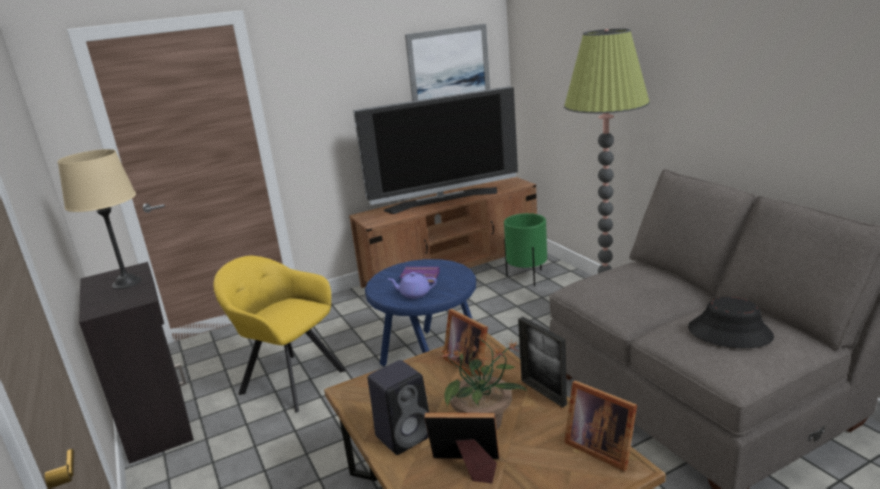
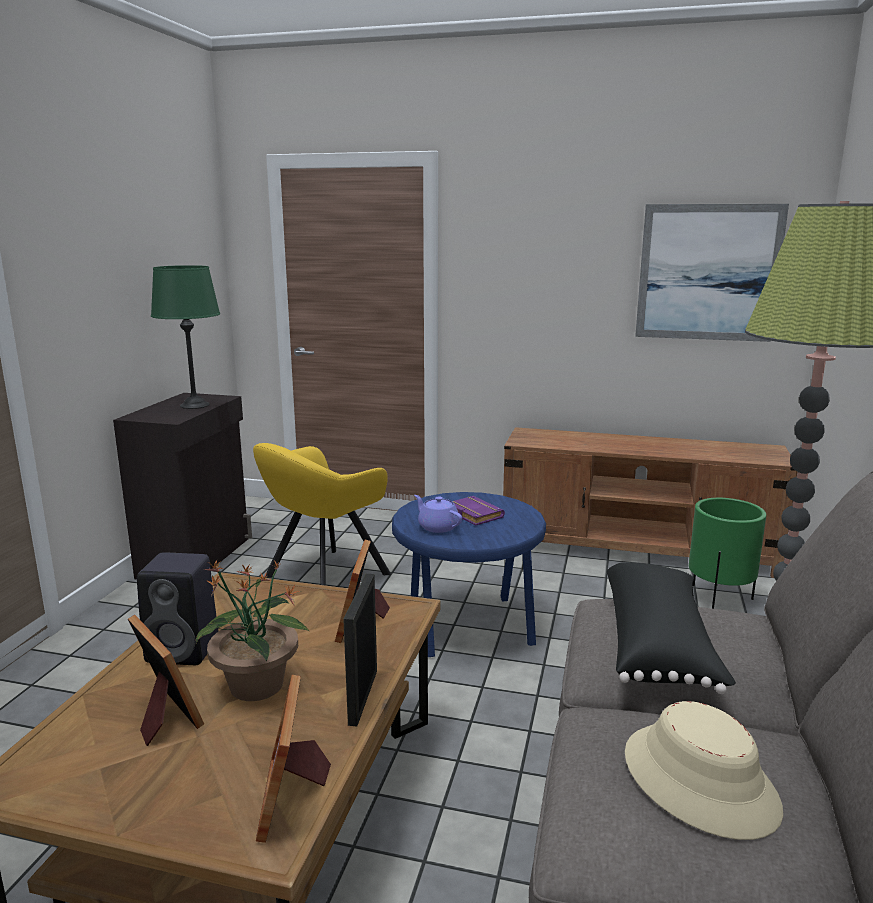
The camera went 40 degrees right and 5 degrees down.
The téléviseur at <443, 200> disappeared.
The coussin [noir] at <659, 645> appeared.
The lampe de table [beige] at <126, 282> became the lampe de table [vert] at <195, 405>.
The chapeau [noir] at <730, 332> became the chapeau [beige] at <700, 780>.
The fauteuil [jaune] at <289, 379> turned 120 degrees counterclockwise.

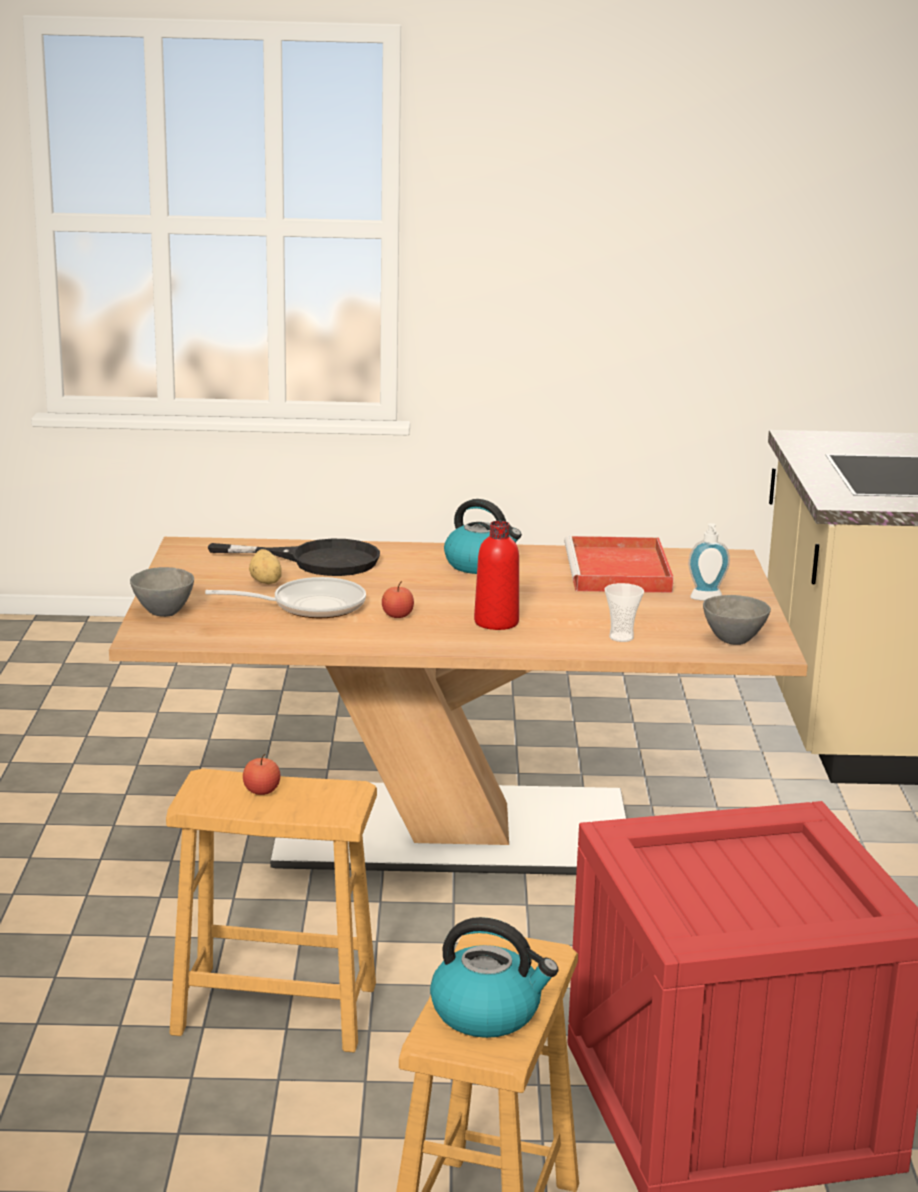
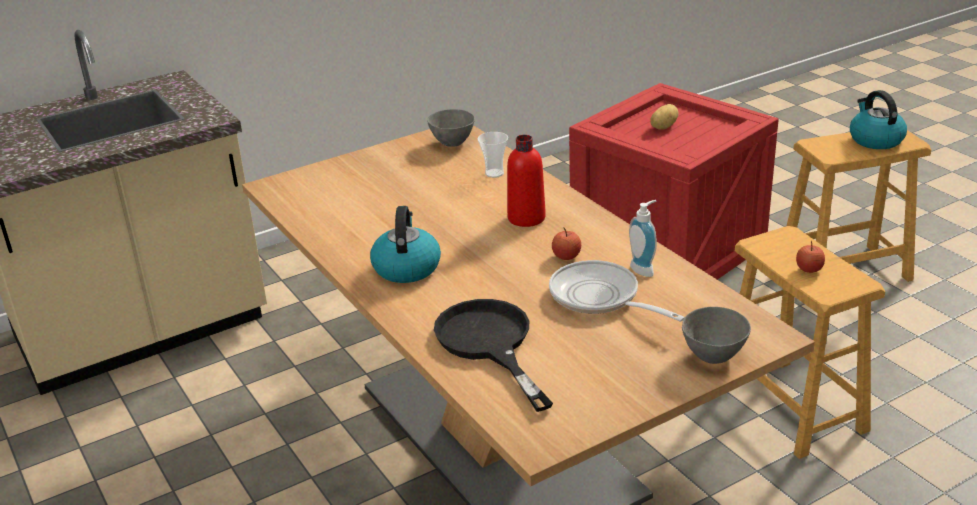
The camera went 120 degrees left and 10 degrees up.
The plateau [rouge] at <619, 572> disappeared.
The pomme de terre moved from <266, 581> to <662, 127>.
The distributeur de savon moved from <706, 599> to <644, 269>.

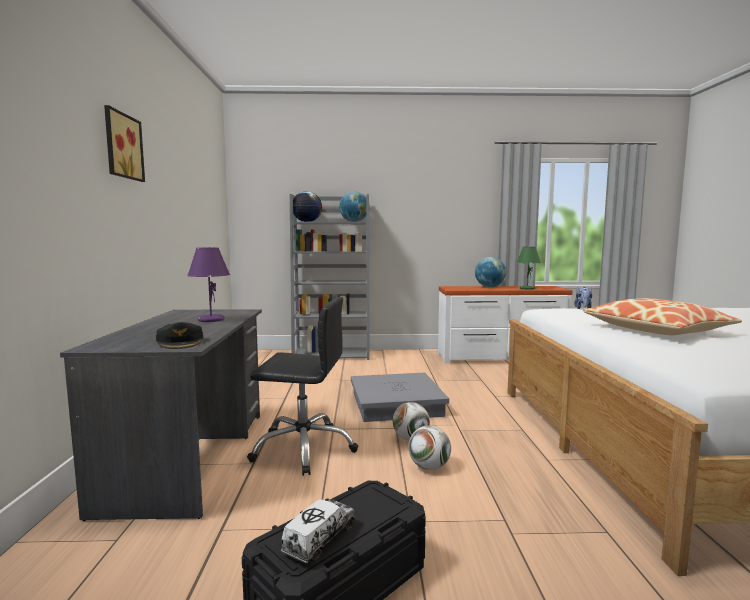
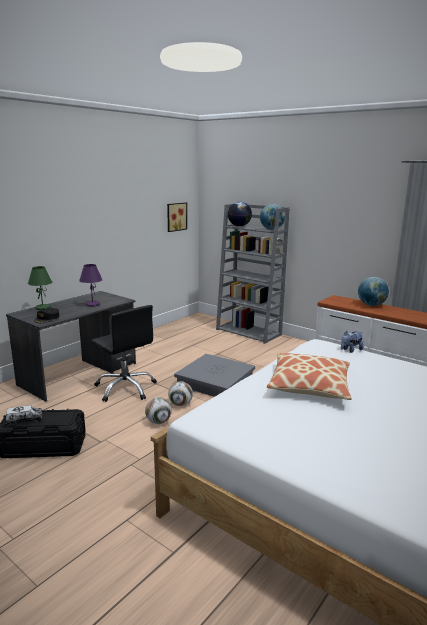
The camera went 40 degrees right and 10 degrees up.
The tableau moved from <121, 146> to <176, 216>.
The lampe de table [vert] moved from <527, 288> to <42, 308>.

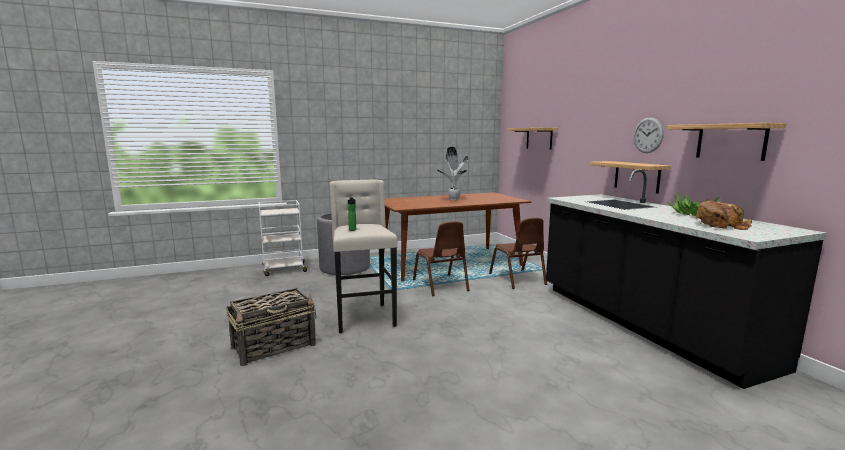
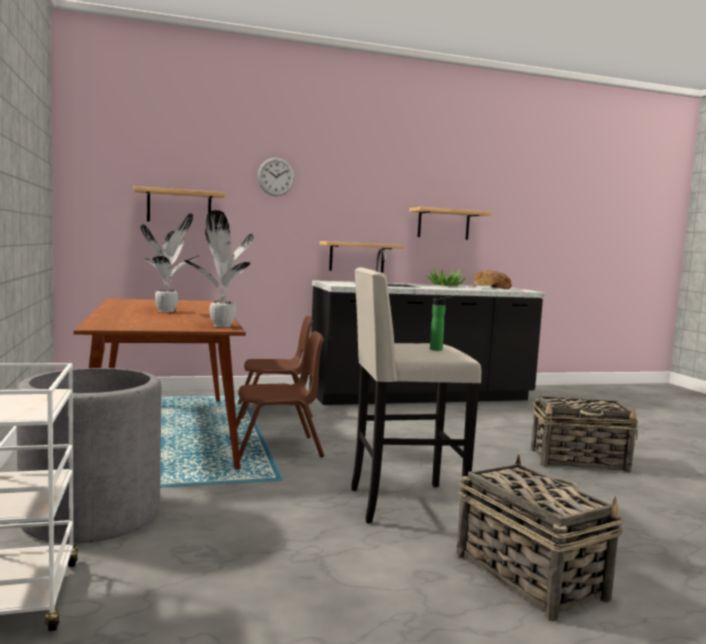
The camera went 85 degrees left and 5 degrees down.
The plante en pot at <221, 326> appeared.
The panier at <580, 461> appeared.
The horloge murale moved from <648, 135> to <276, 177>.

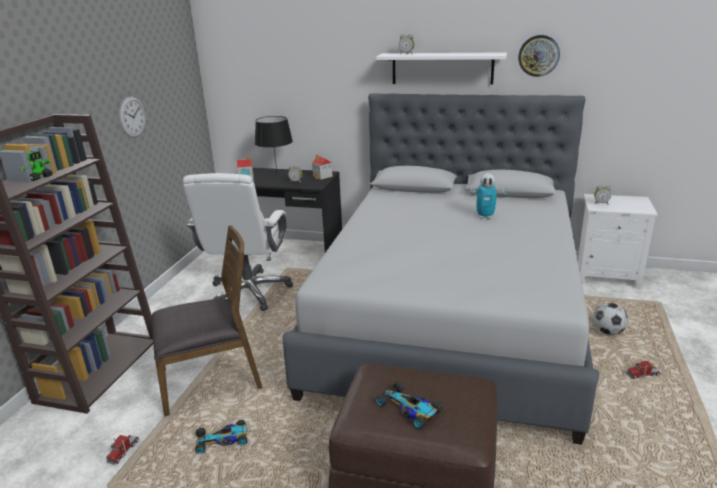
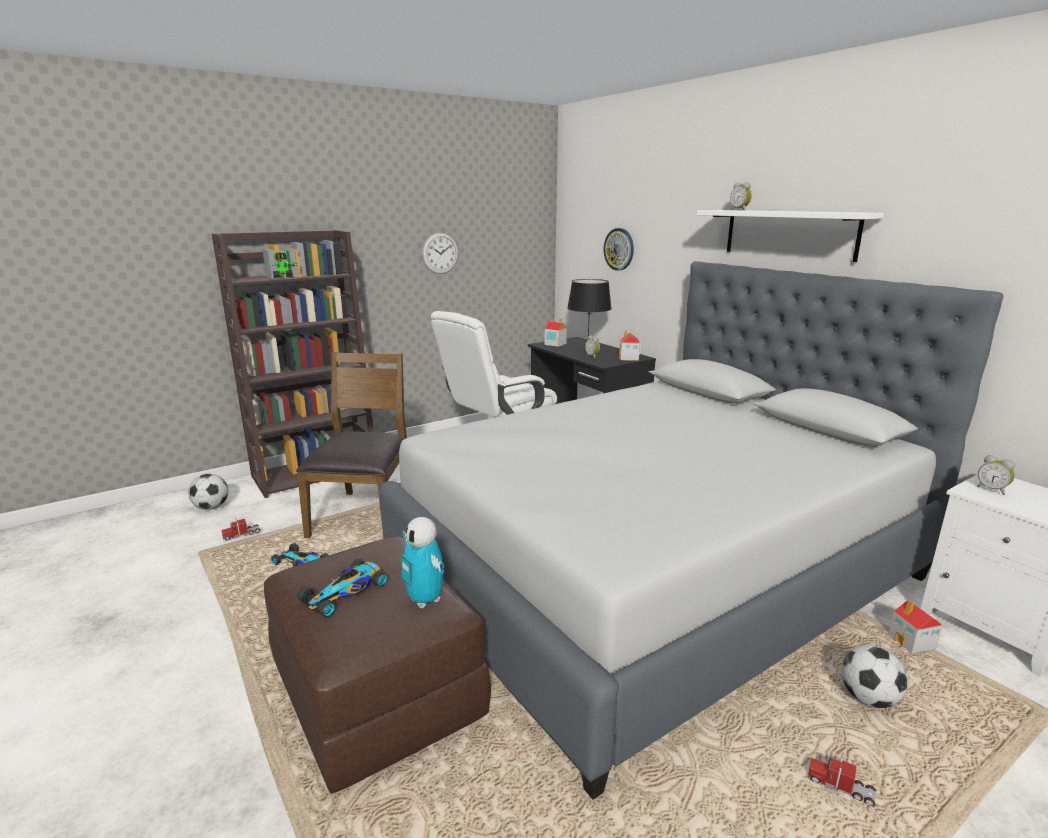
The camera went 40 degrees right and 5 degrees down.
The ballon de foot at <211, 507> appeared.
The maison miniature at <911, 642> appeared.
The robot jouet moved from <485, 216> to <425, 600>.
The horloge murale moved from <538, 55> to <619, 249>.
The chaise [marron] at <211, 380> turned 105 degrees counterclockwise.
The petite voiture at <409, 409> turned 135 degrees counterclockwise.

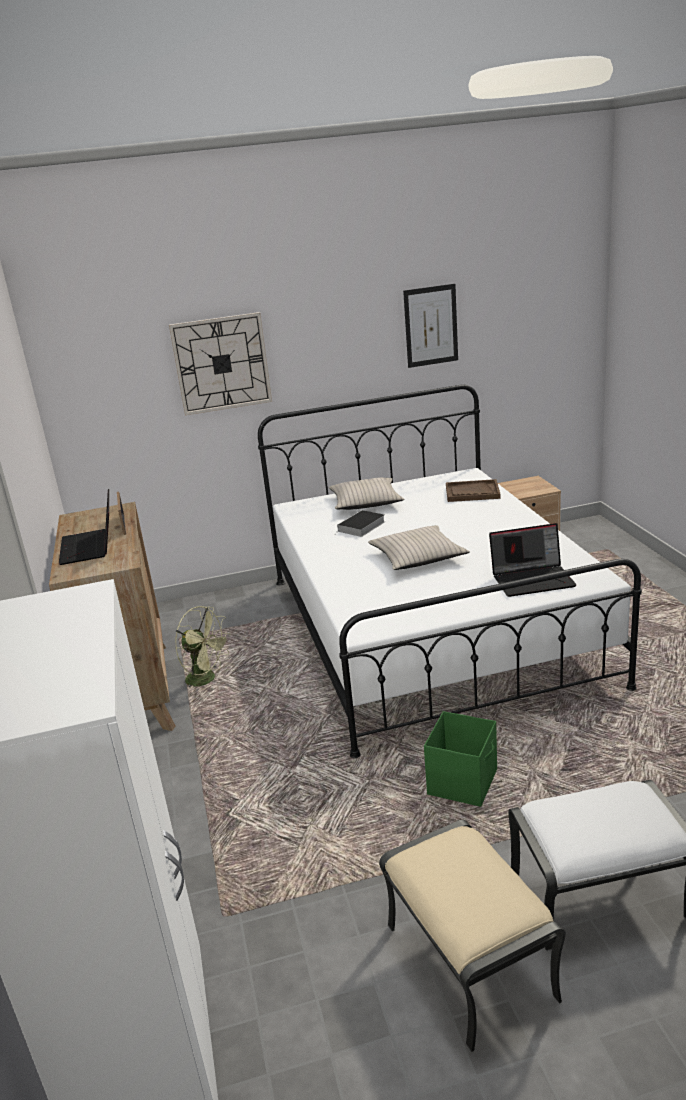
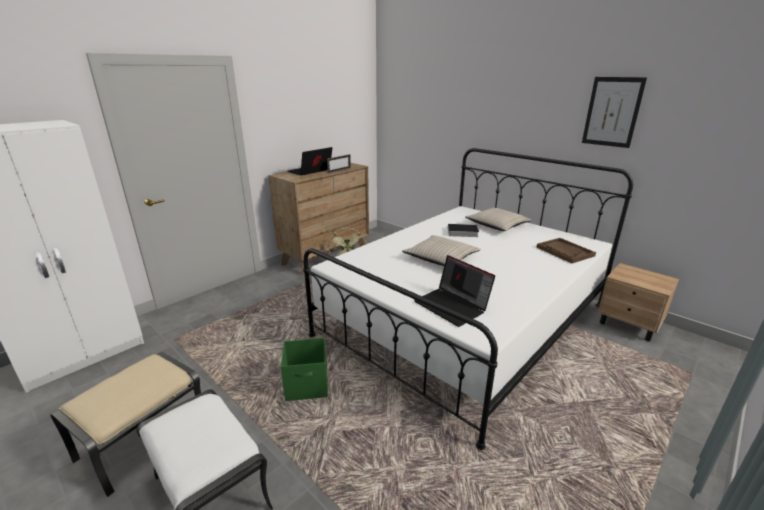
The camera went 55 degrees right and 0 degrees up.
The horloge murale at <221, 363> disappeared.

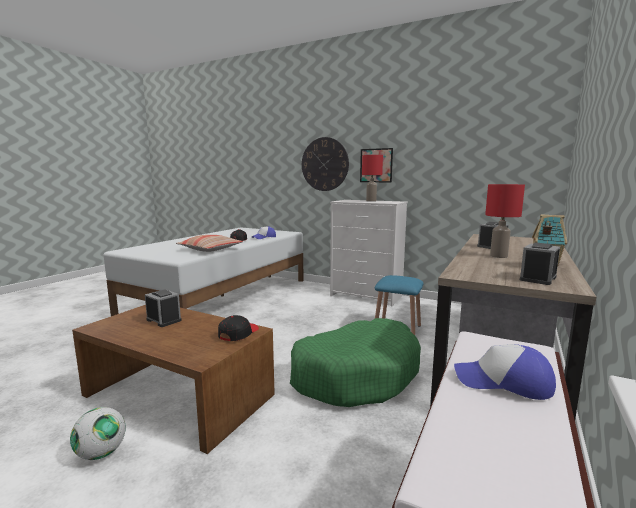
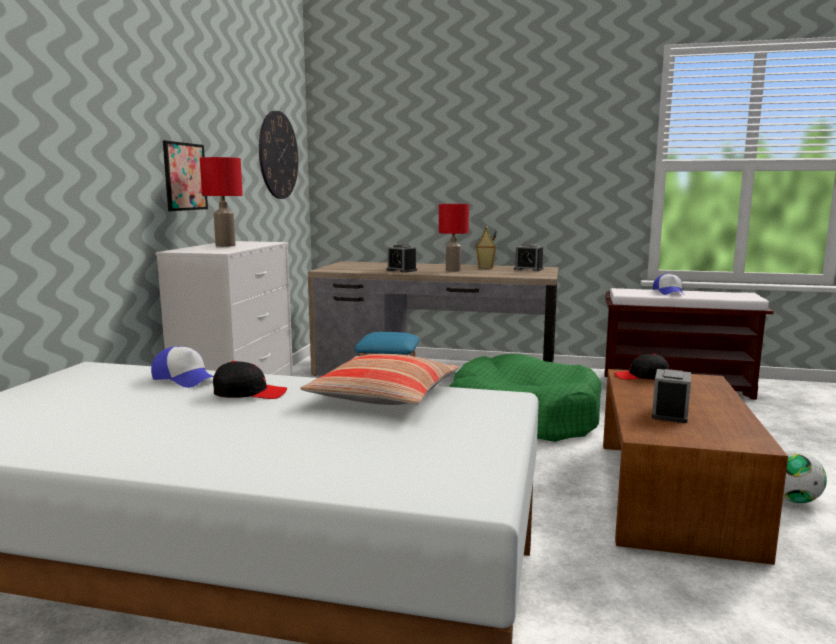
The camera went 105 degrees left and 0 degrees up.
The horloge murale moved from <324, 164> to <278, 155>.

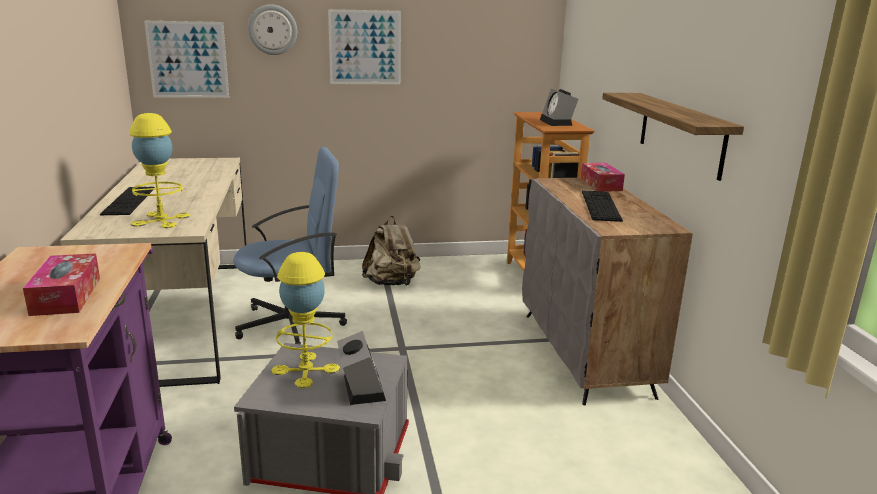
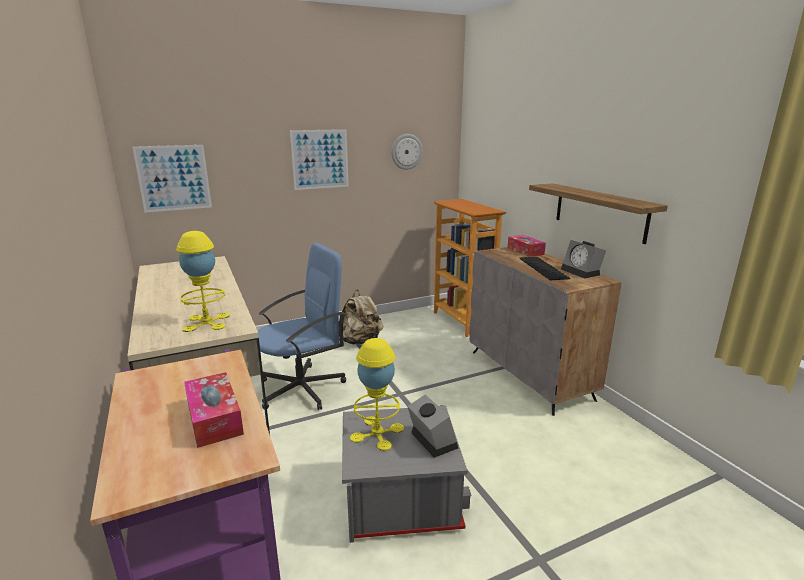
The camera went 15 degrees left and 0 degrees up.
The clavier at <129, 201> disappeared.
The horloge murale moved from <272, 29> to <406, 151>.
The réveil moved from <558, 122> to <582, 272>.

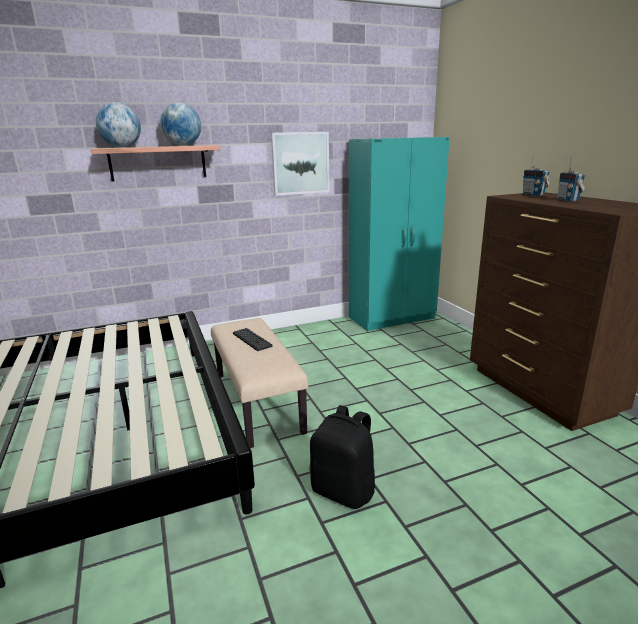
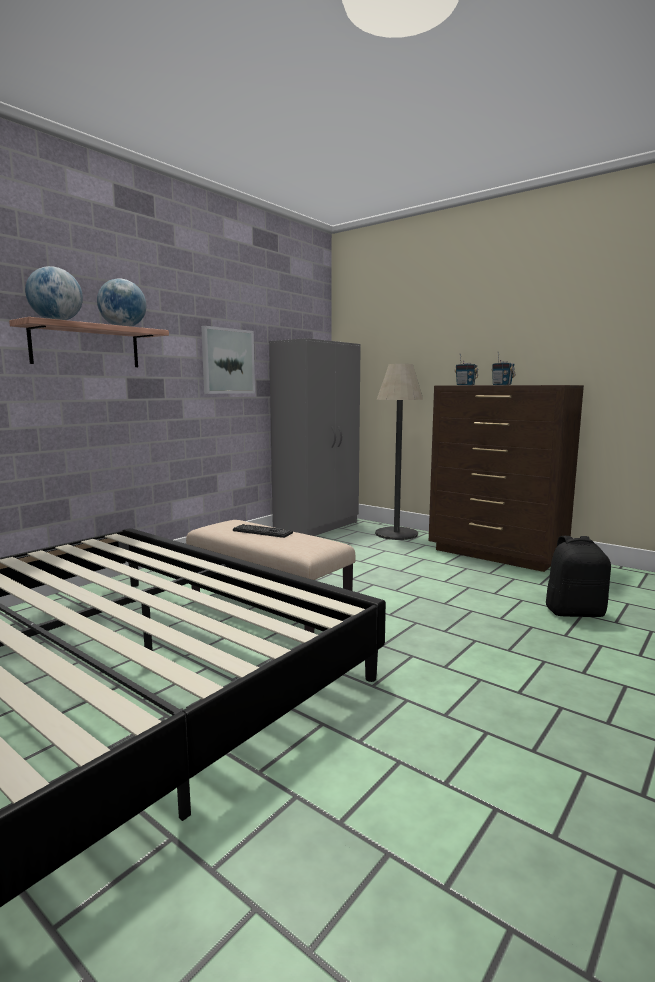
The camera went 30 degrees left and 10 degrees down.
The lampadaire at <396, 534> appeared.
The sac à dos [noir] moved from <344, 491> to <575, 612>.
The armoire [turquoise] at <392, 318> became the armoire [gris] at <318, 526>.

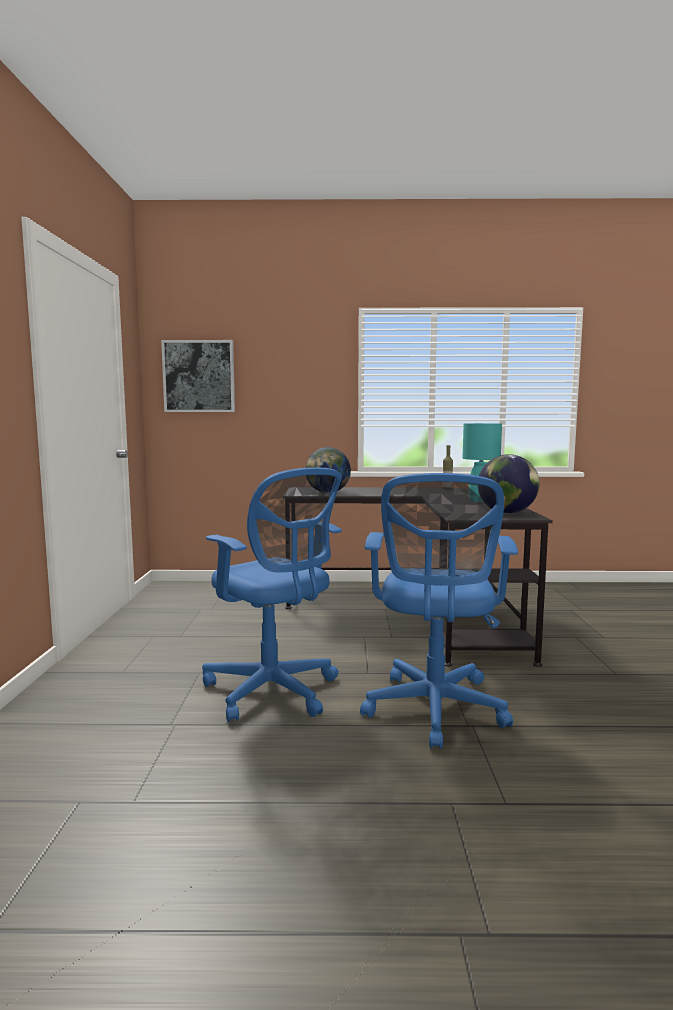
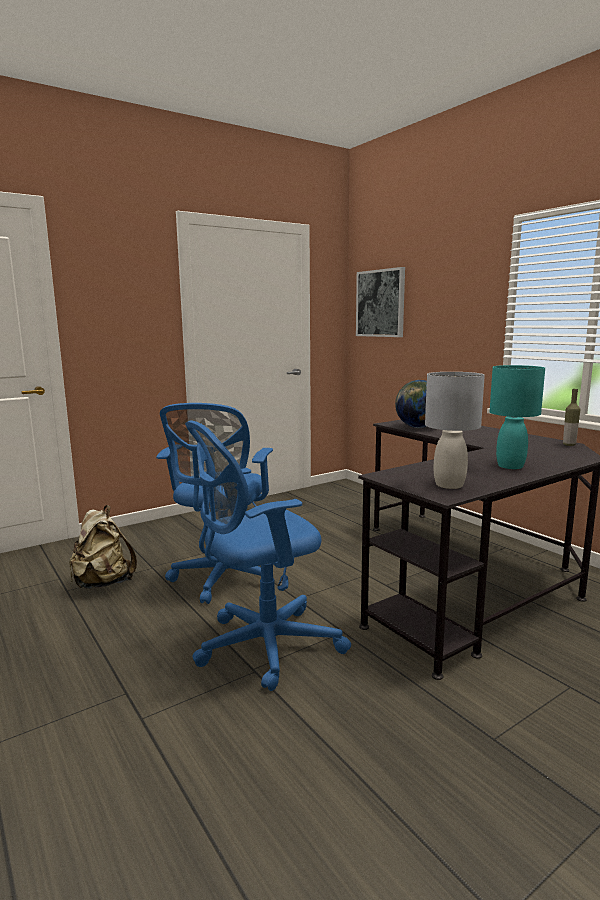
The camera went 55 degrees right and 5 degrees up.
The sac à dos [beige] at <103, 583> appeared.
The globe at <507, 513> was replaced by the lampe de table [gris] at <449, 485>.

